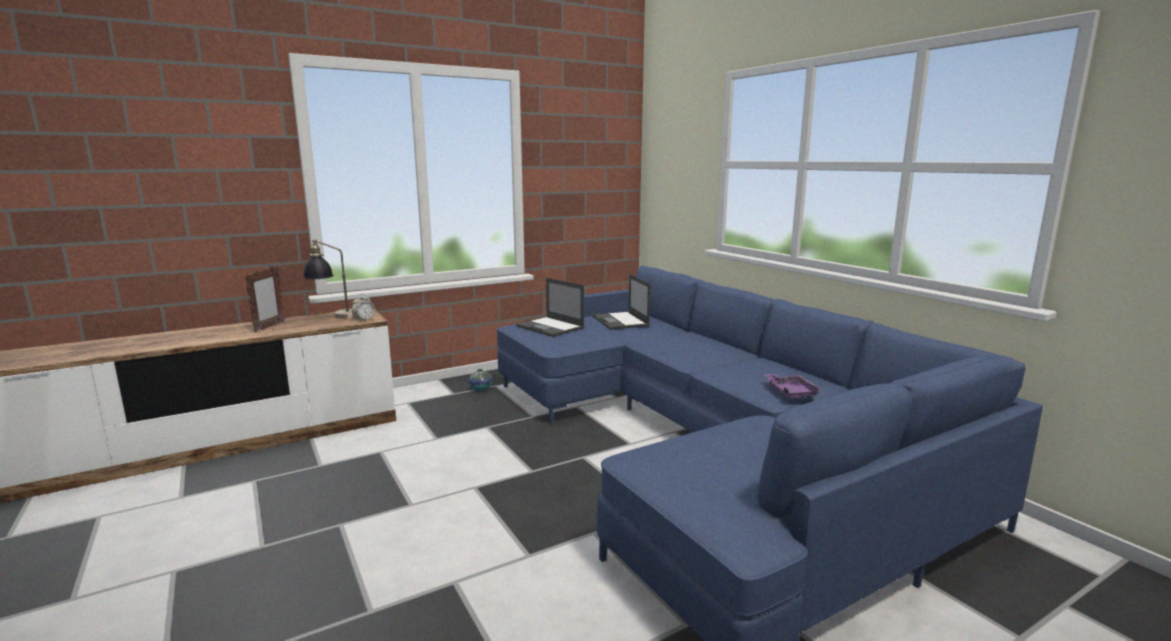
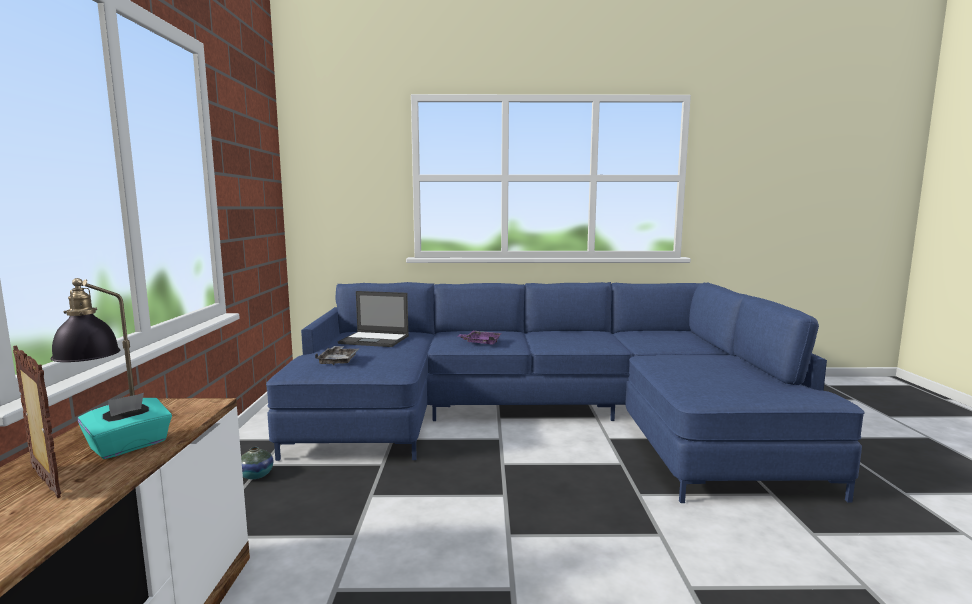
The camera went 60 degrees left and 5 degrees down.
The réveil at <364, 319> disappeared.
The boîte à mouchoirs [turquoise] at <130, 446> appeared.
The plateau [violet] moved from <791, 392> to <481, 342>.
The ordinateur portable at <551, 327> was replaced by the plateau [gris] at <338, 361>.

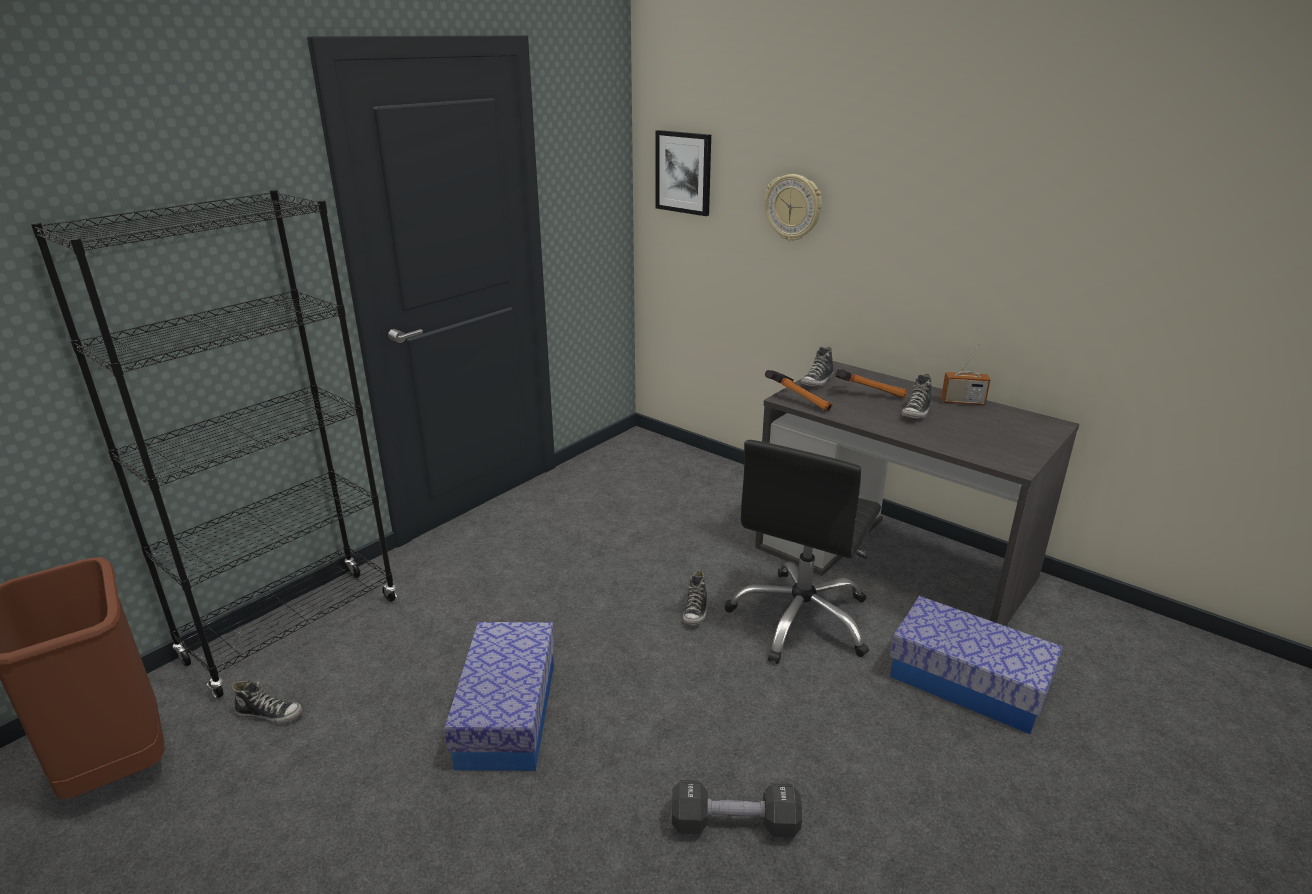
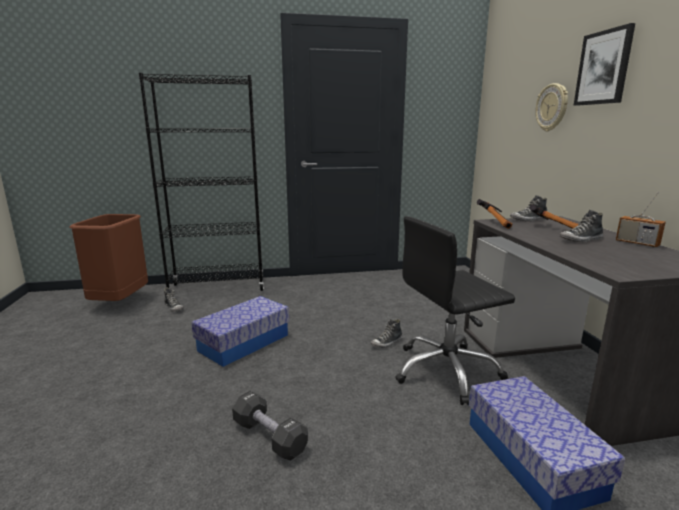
The camera went 40 degrees right and 10 degrees down.
The tableau moved from <684, 172> to <603, 68>.

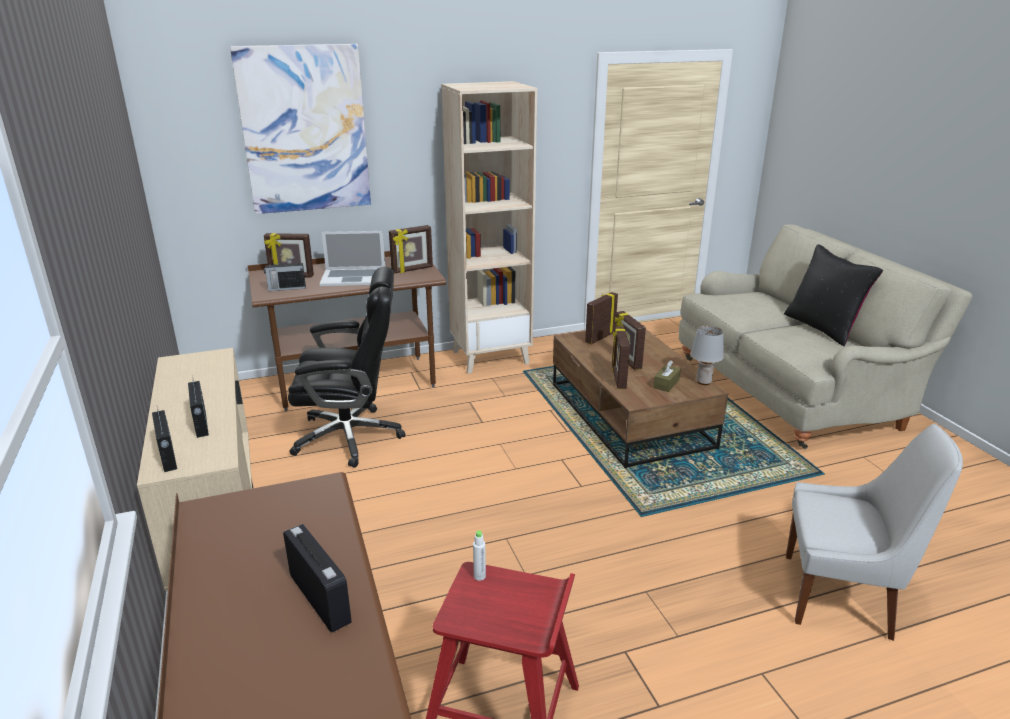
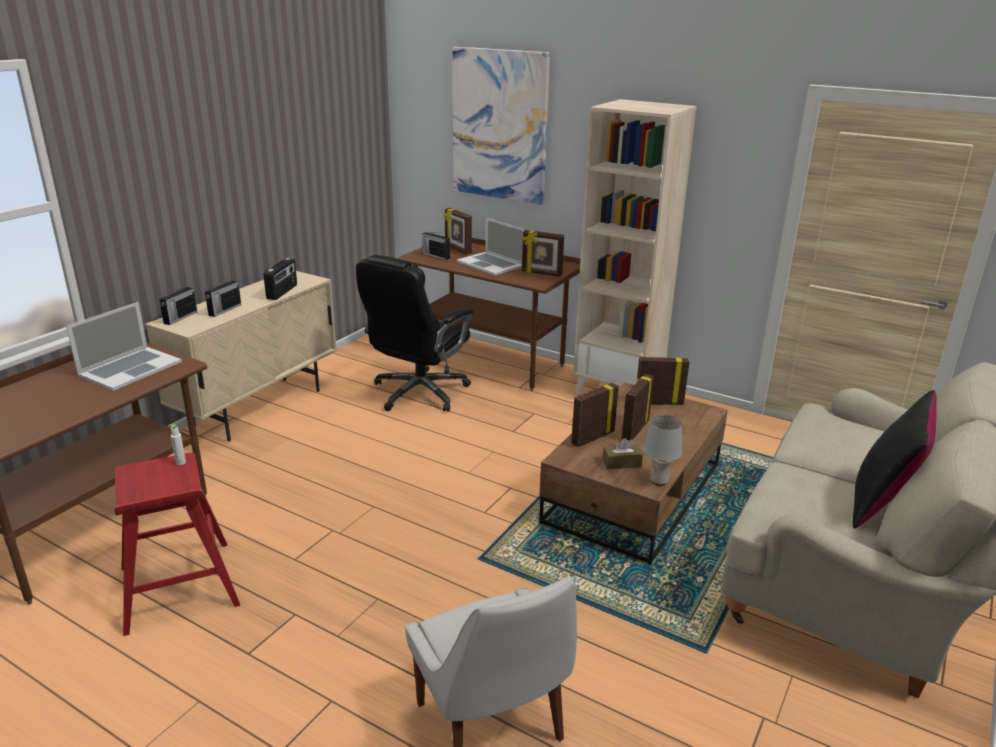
The camera went 50 degrees right and 0 degrees up.
The ordinateur portable at <130, 368> appeared.
The radio moved from <321, 598> to <282, 292>.
The chaise de bureau [noir] at <351, 437> turned 75 degrees clockwise.

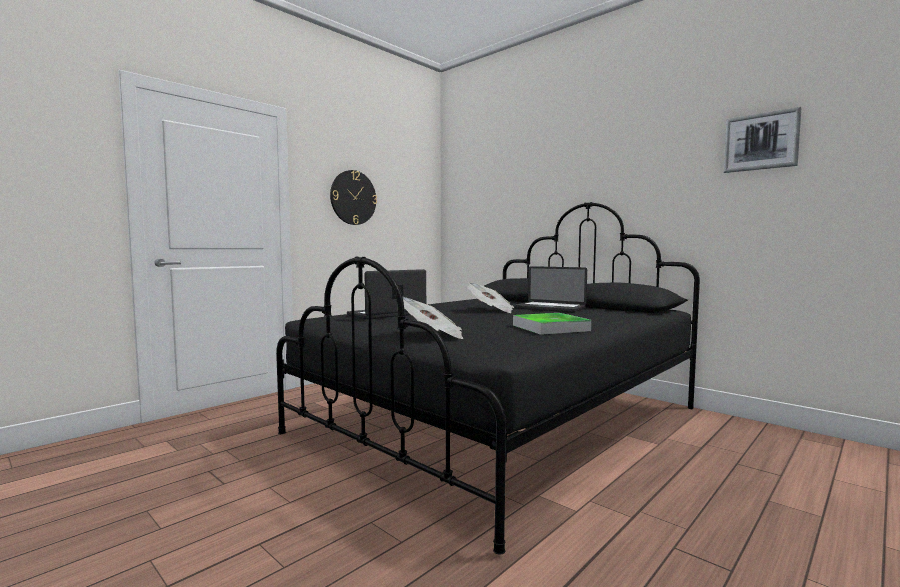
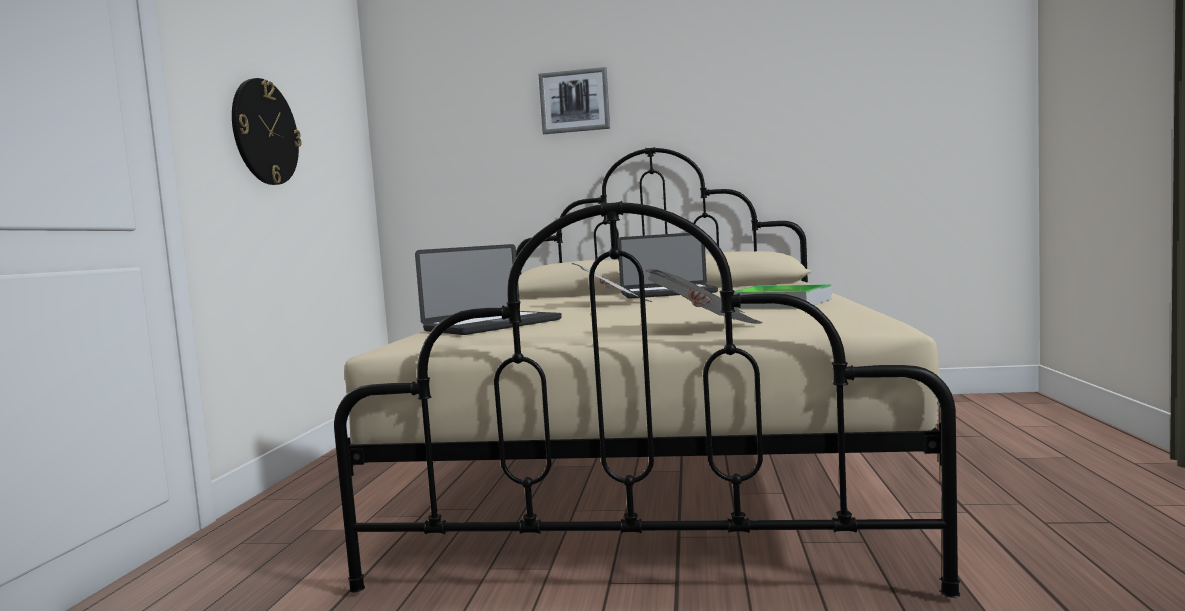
The camera went 35 degrees left and 0 degrees up.
The tableau moved from <761, 141> to <574, 101>.
The lit [noir] at <503, 421> became the lit [beige] at <657, 466>.
The ordinateur portable at <386, 314> turned 150 degrees counterclockwise.

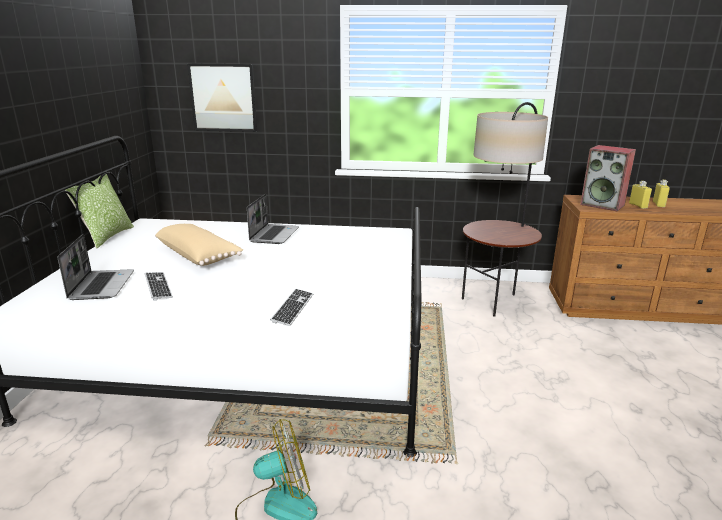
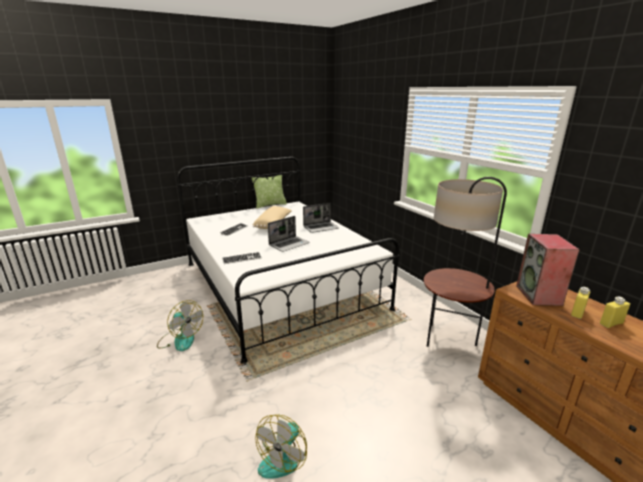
The camera went 55 degrees right and 0 degrees up.
The tableau at <223, 97> disappeared.
The ventilateur at <284, 456> appeared.
The ordinateur portable moved from <101, 285> to <289, 244>.

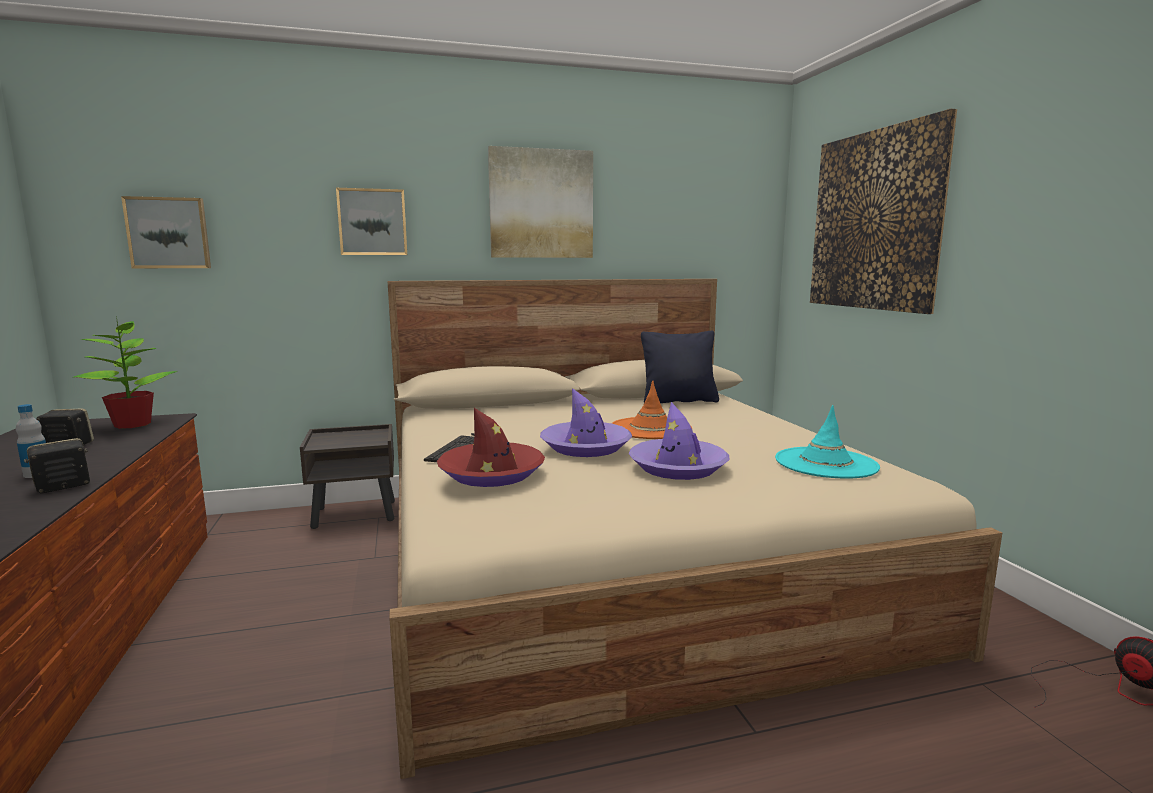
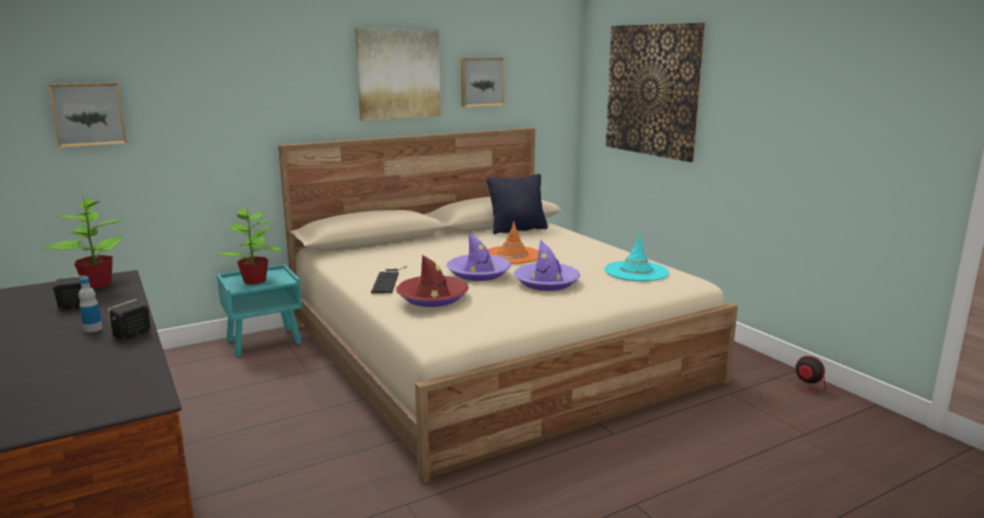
The camera went 15 degrees left and 5 degrees up.
The plante en pot at <254, 281> appeared.
The tableau moved from <372, 222> to <481, 82>.
The table de chevet [marron] at <356, 514> became the table de chevet [turquoise] at <265, 342>.

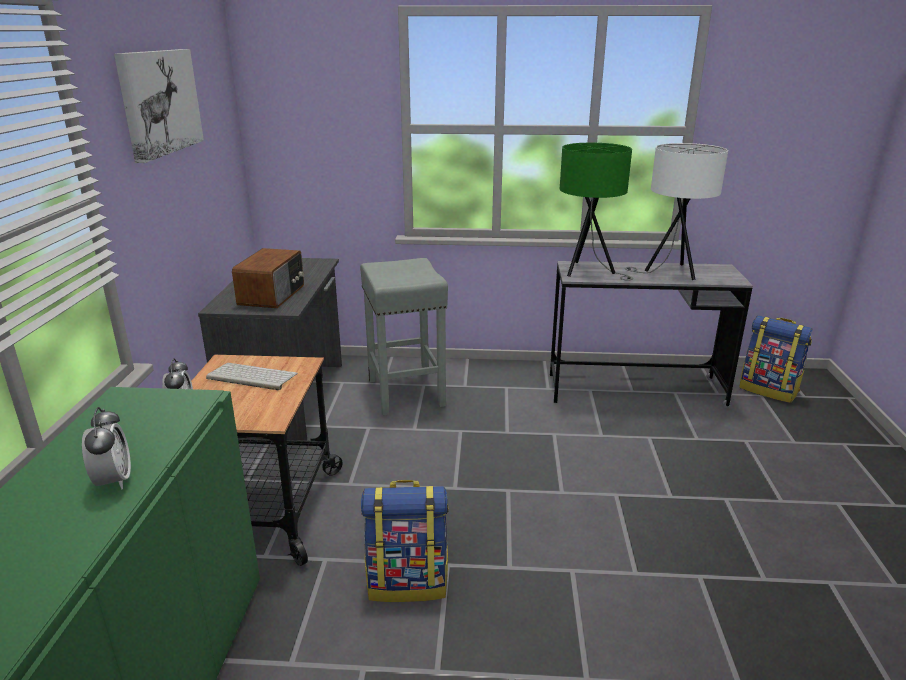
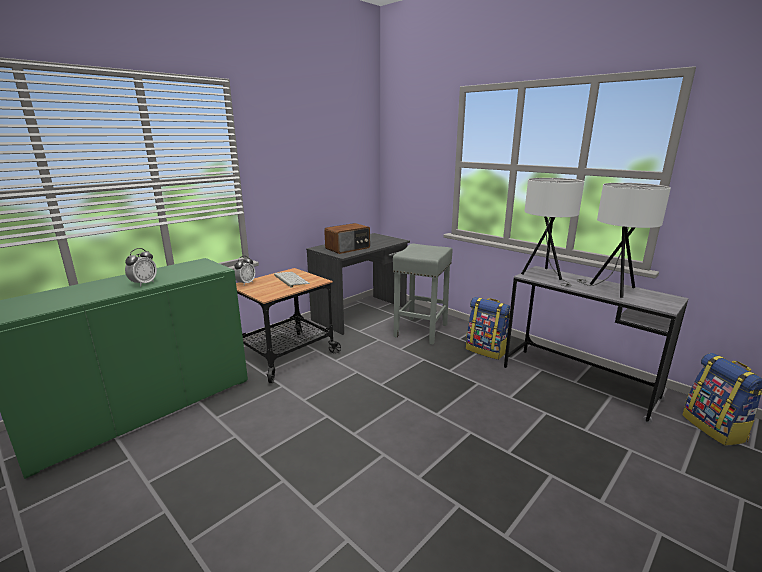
The camera went 40 degrees right and 5 degrees down.
The tableau at <159, 102> disappeared.
The sac à dos moved from <408, 582> to <486, 350>.
The lampe de table [vert] at <589, 272> became the lampe de table [blanc] at <544, 276>.

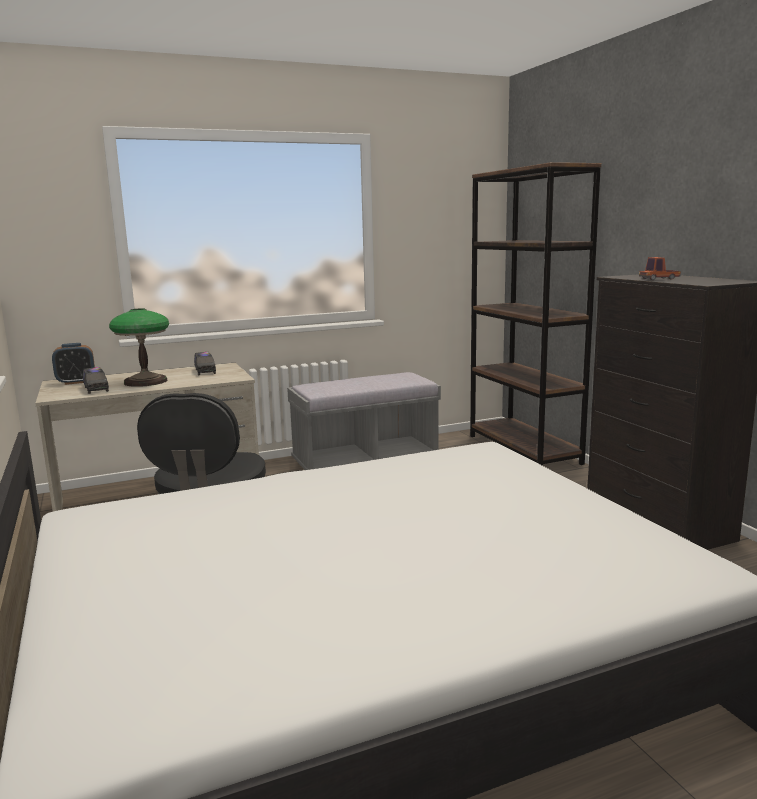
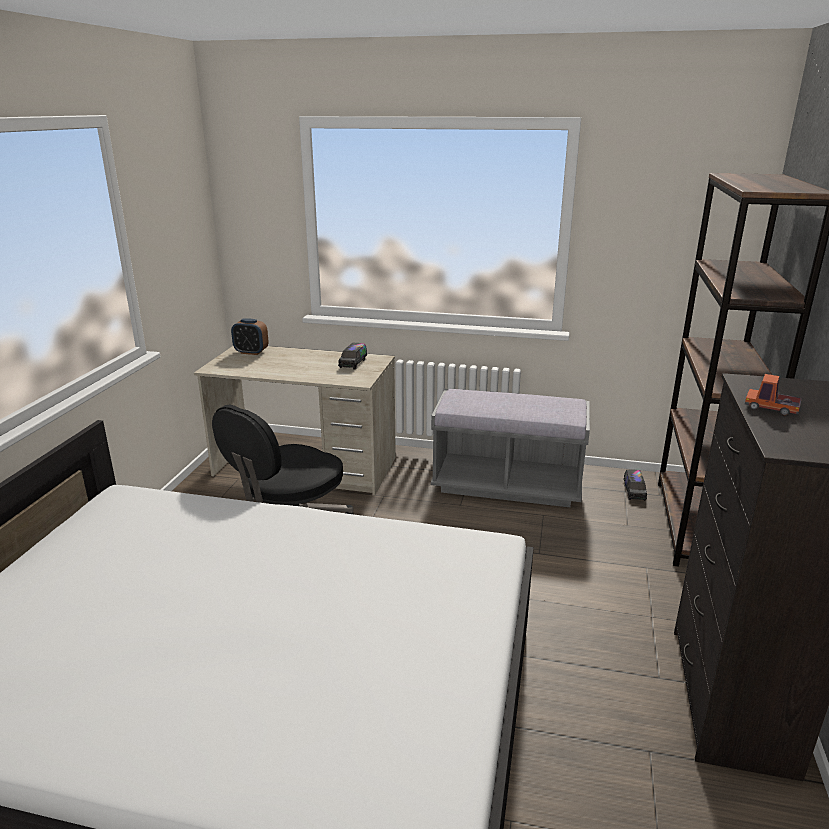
The camera went 35 degrees right and 10 degrees up.
The lampe de table at <145, 381> disappeared.
The camion jouet moved from <96, 388> to <634, 491>.

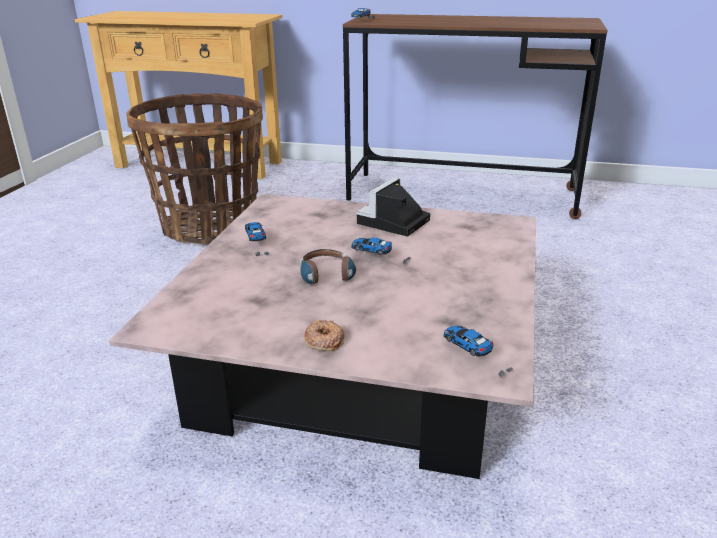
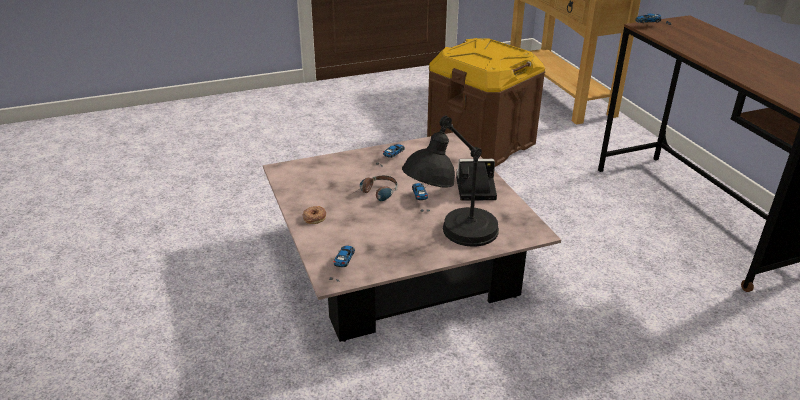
The camera went 55 degrees right and 5 degrees up.
The lampe de table [noir] at <451, 240> appeared.
The panier at <210, 228> was replaced by the boîte de rangement [marron] at <481, 142>.

